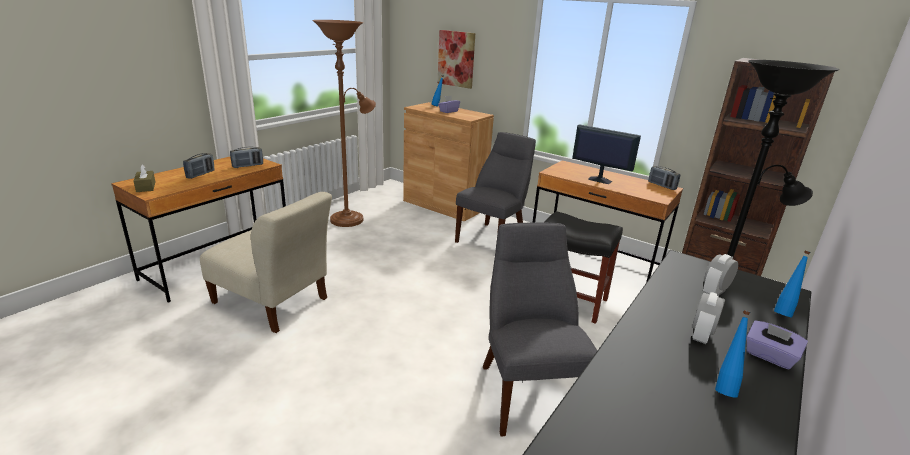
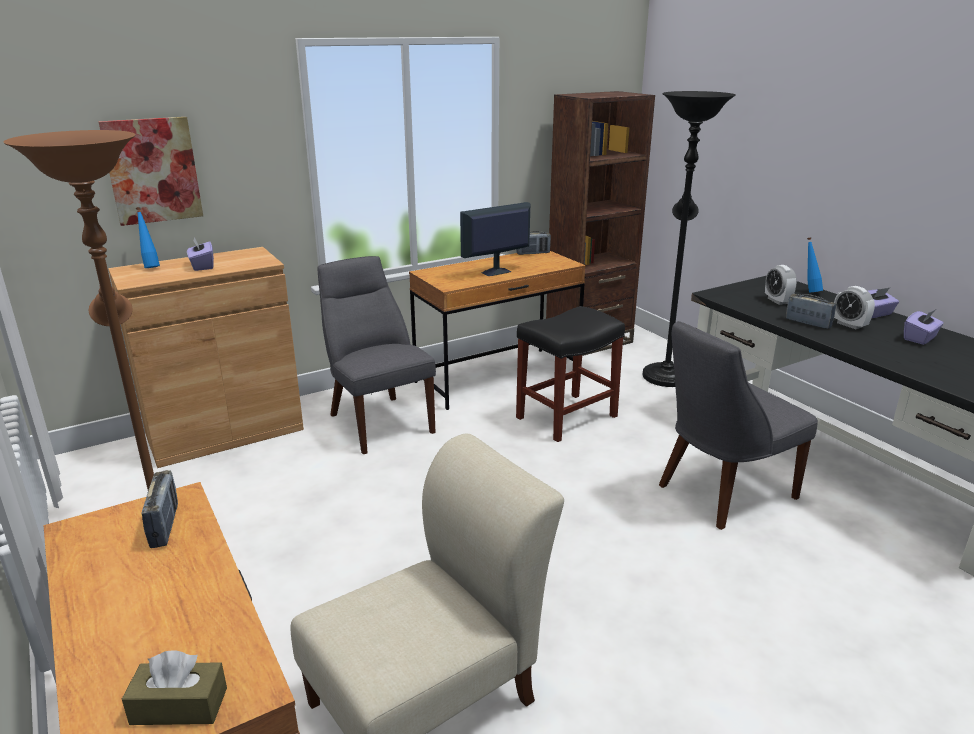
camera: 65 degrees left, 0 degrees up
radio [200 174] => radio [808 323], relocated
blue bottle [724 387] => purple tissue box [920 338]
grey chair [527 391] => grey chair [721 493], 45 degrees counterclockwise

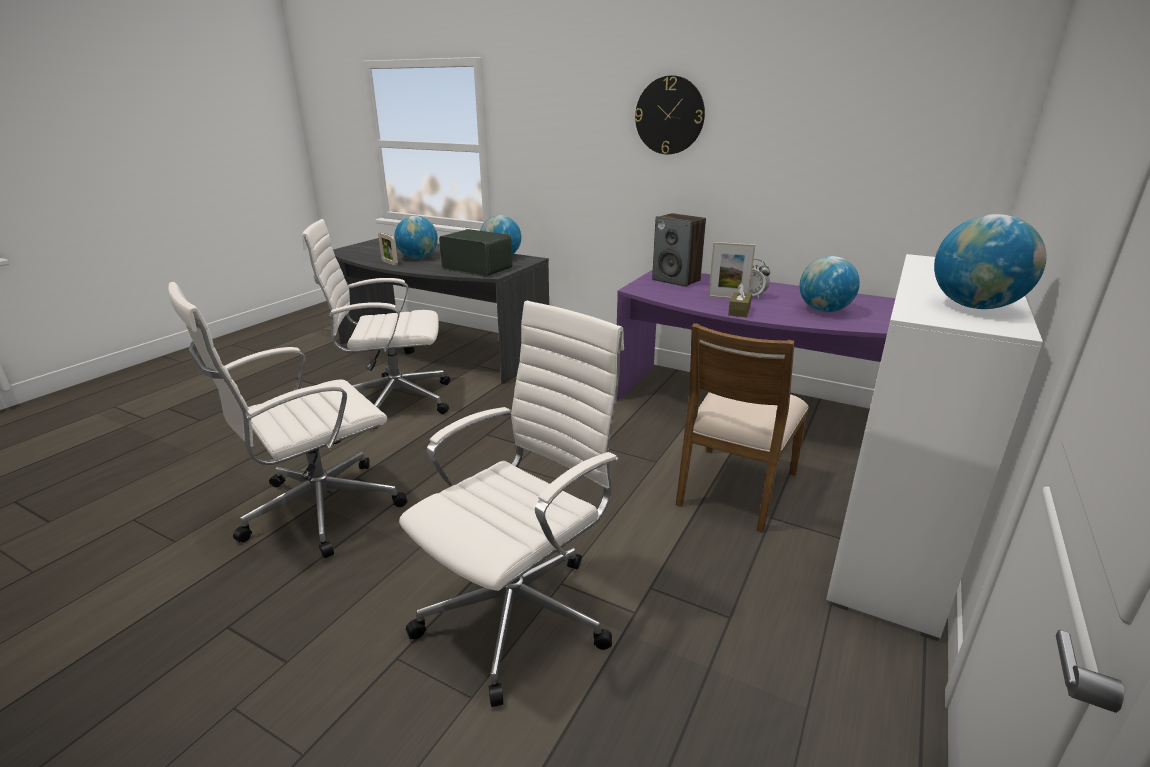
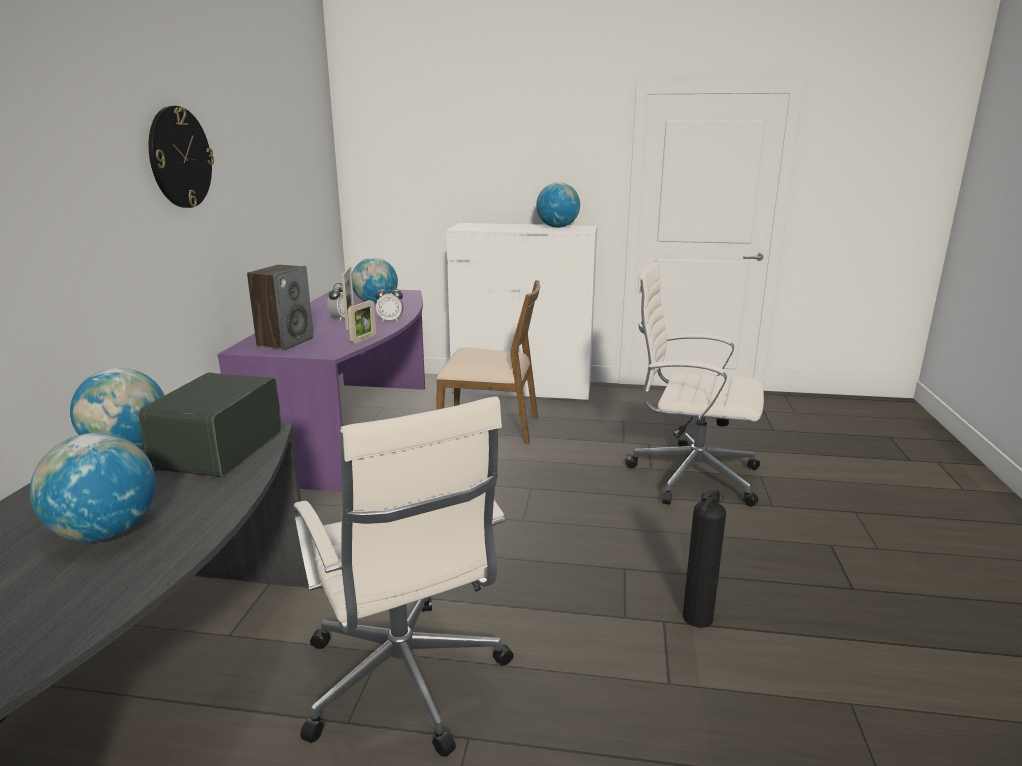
camera: 110 degrees left, 5 degrees down
picture frame [389 263] => picture frame [363 339], relocated
white office chair [317 510] => fire extinguisher [698 617]
brown tissue box [739 311] => alarm clock [390 320]

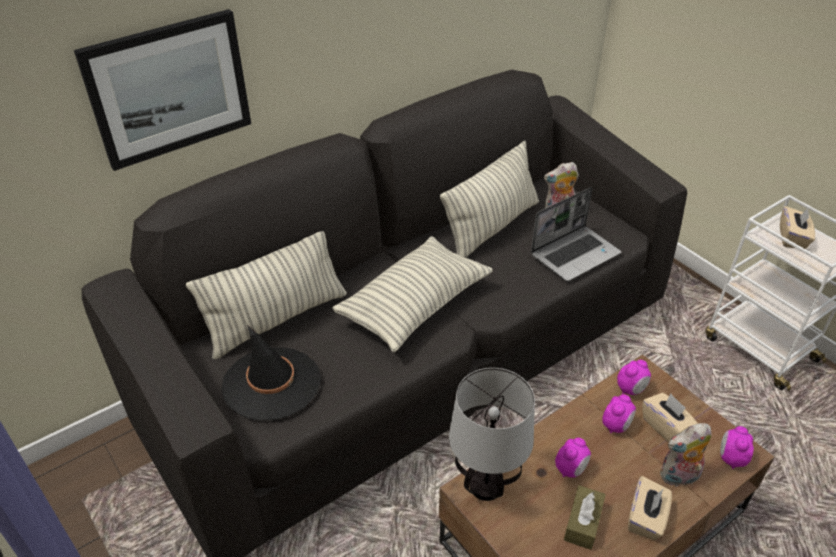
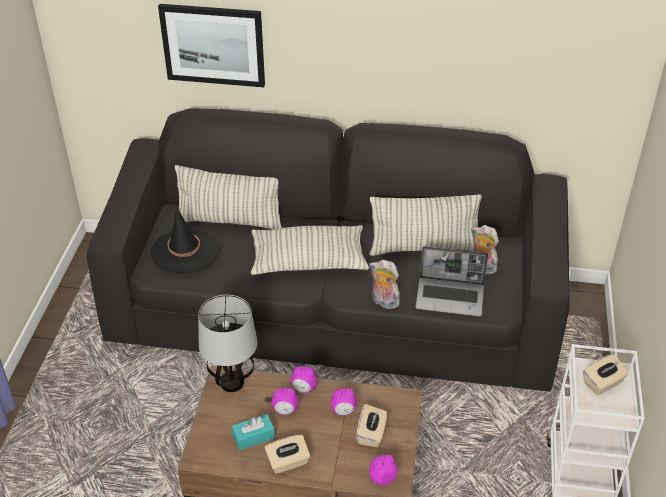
camera: 45 degrees right, 0 degrees up
alarm clock [631 389] => alarm clock [304 388], relocated
plush toy [679 477] => plush toy [383 302], relocated
brown tissue box [583 523] => turquoise tissue box [253 437]

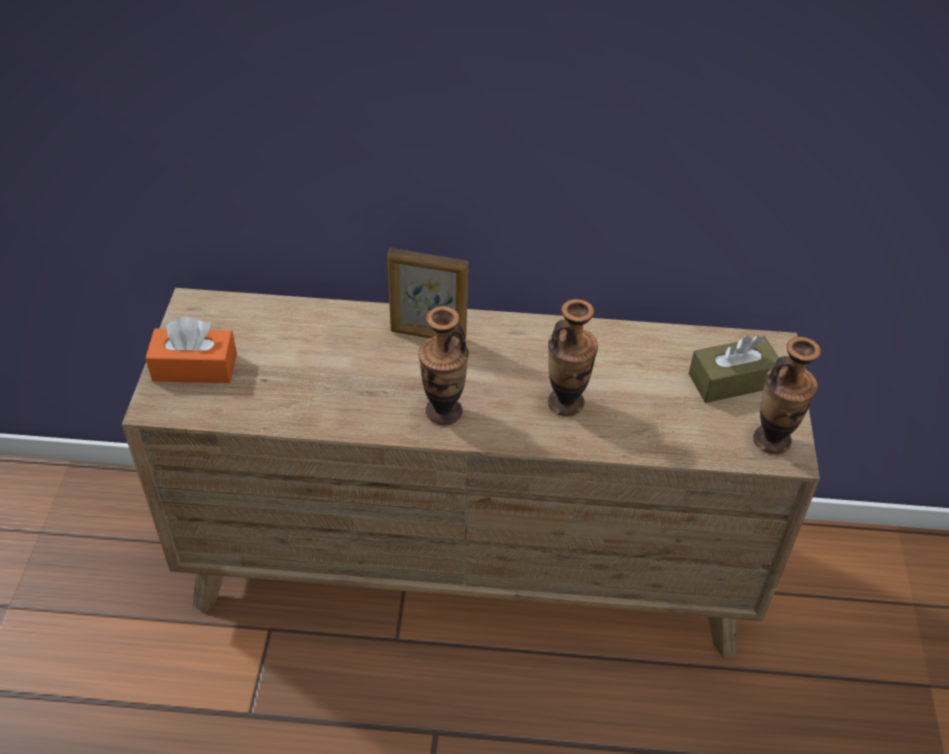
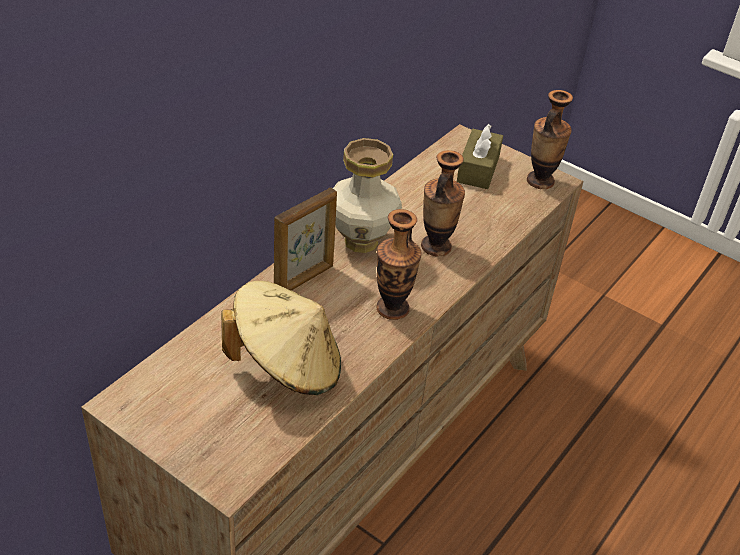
camera: 60 degrees left, 5 degrees down
orange tissue box [195 367] => nothing
nothing => beige hat [287 365]
nothing => vase [362 241]

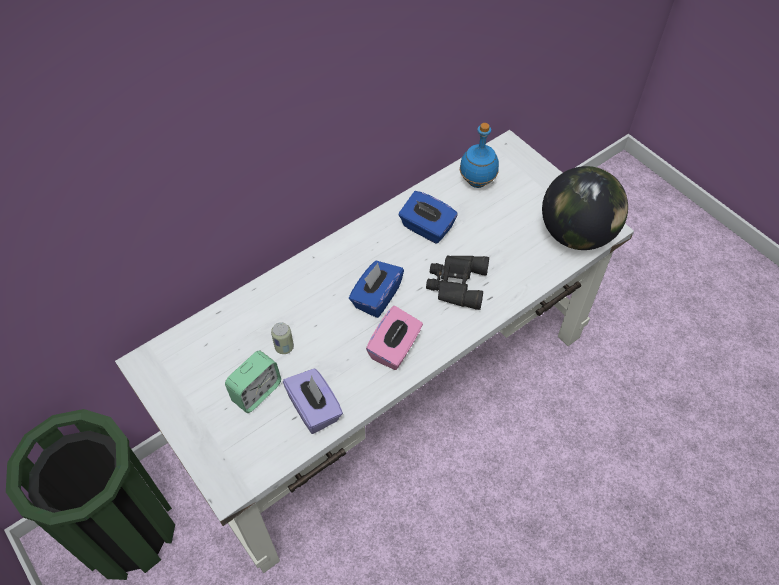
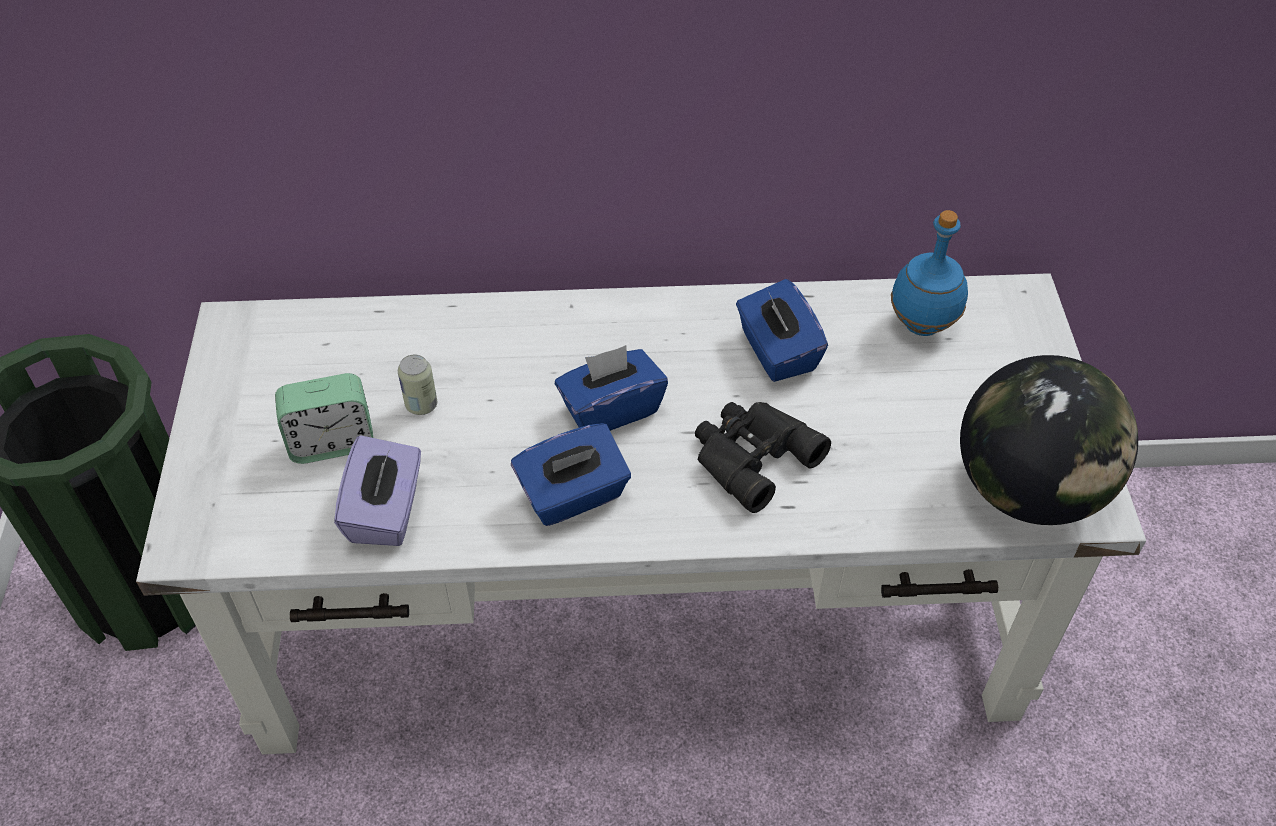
camera: 35 degrees right, 5 degrees down
pink tissue box [395 348] => blue tissue box [573 496]

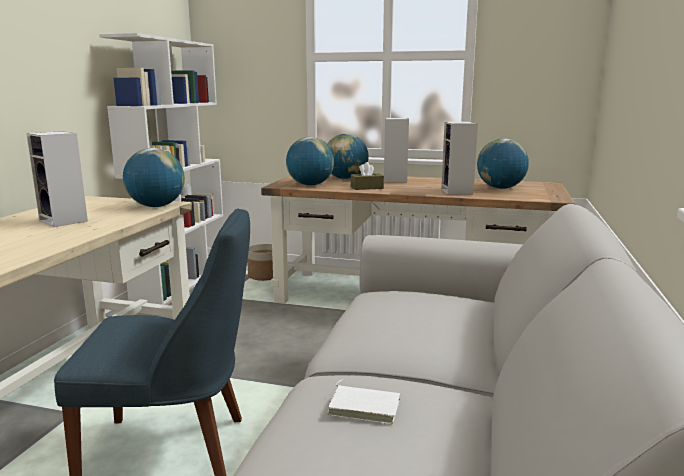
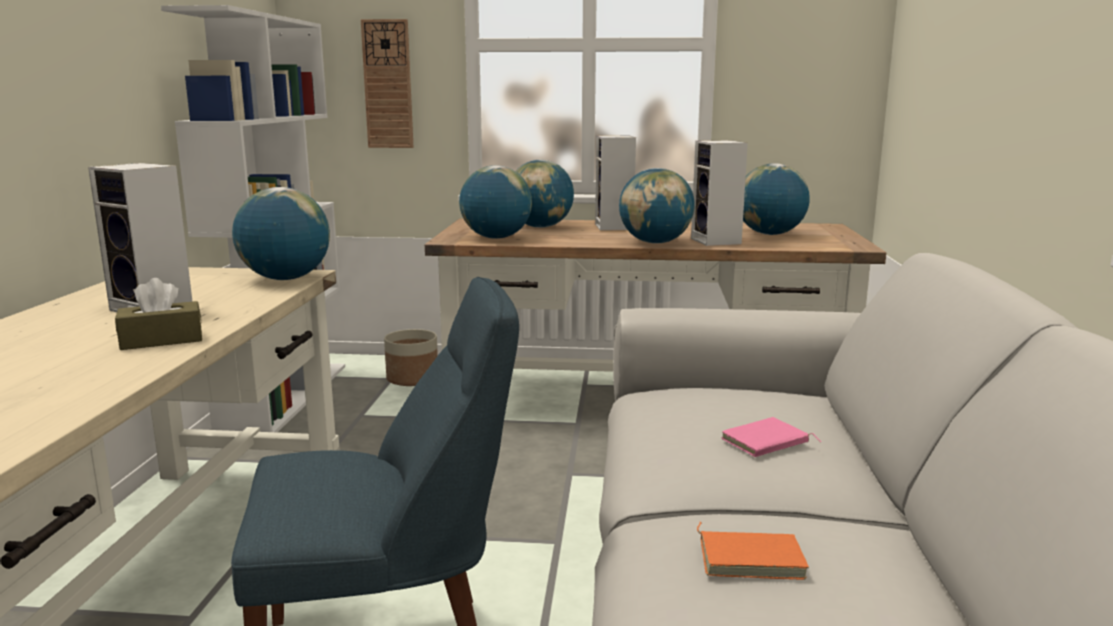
camera: 10 degrees left, 0 degrees up
nothing => wall clock [388 84]
nothing => globe [655 243]
nothing => pink book [766 443]
brown tissue box [367 188] => brown tissue box [162 340], relocated
white book [365 406] => orange book [751 558]

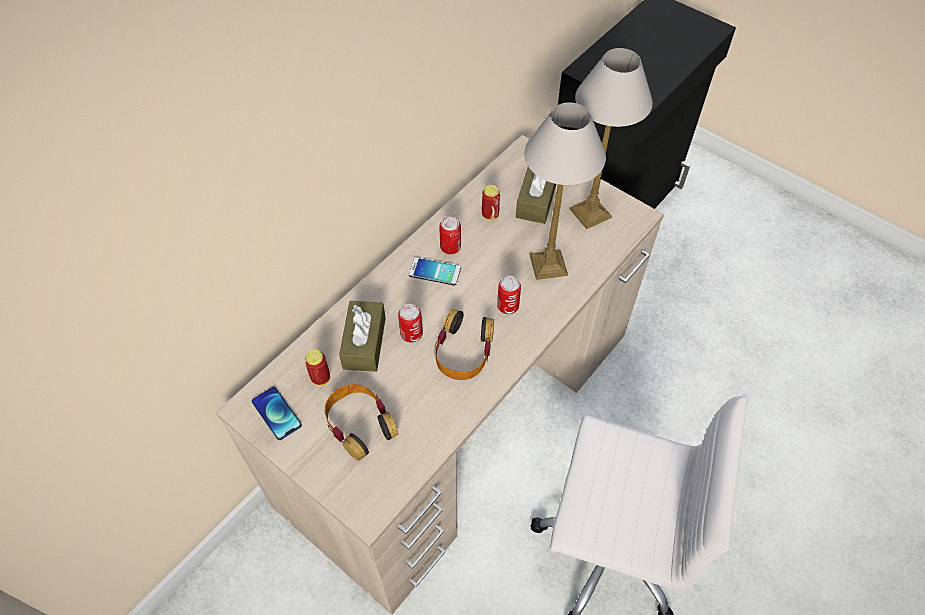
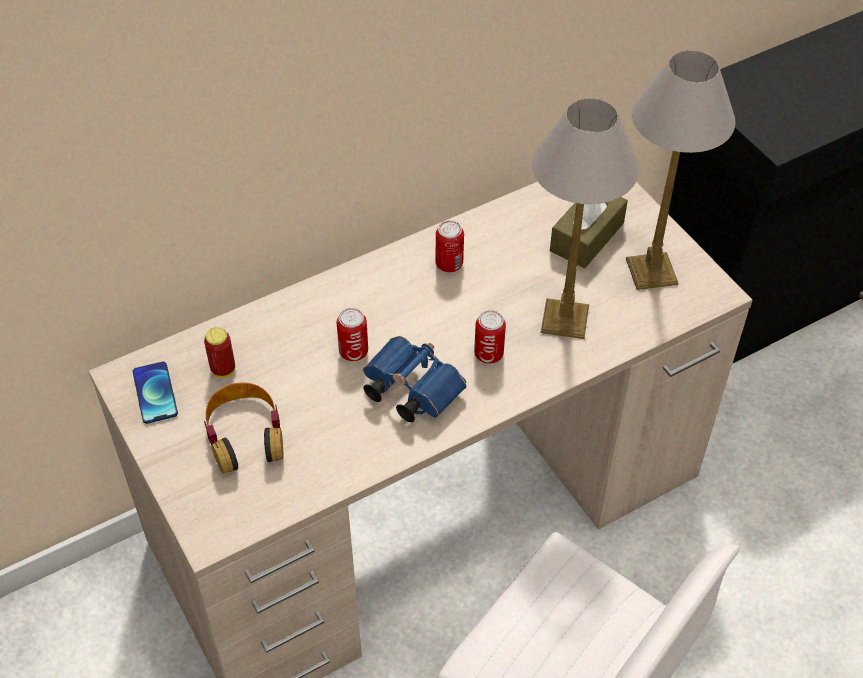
camera: 20 degrees right, 5 degrees down
brown tissue box [364 343] => nothing
phone [435 272] => nothing
can [490 215] => nothing
headphones [463 350] => blue binoculars [409 389]

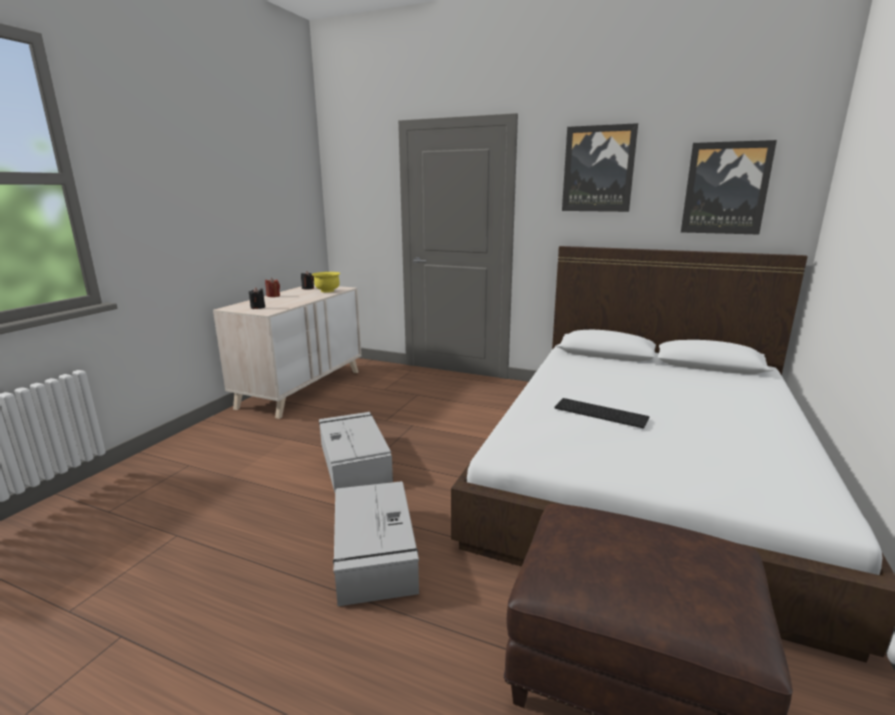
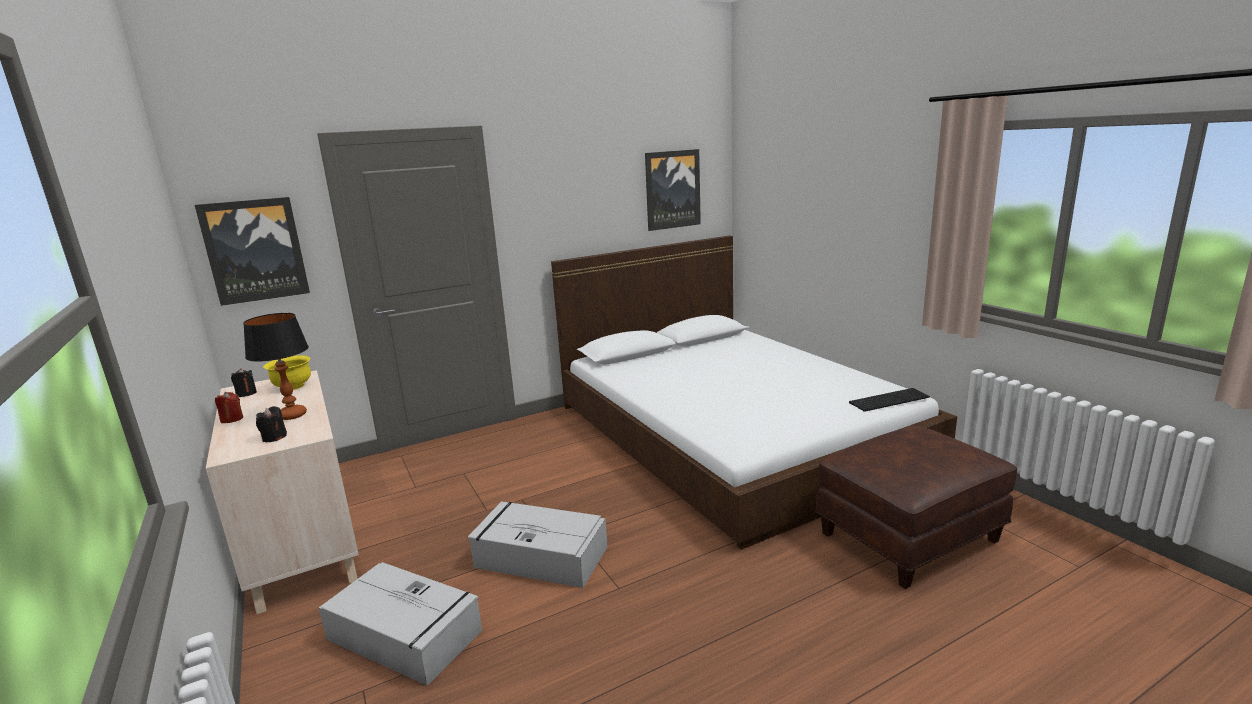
camera: 50 degrees left, 0 degrees up
nothing => table lamp [293 415]
grey storage box [374 553] => grey storage box [406 635], relocated
keyboard [602 412] => keyboard [889 399], relocated
picture [598 169] => picture [255 250], relocated

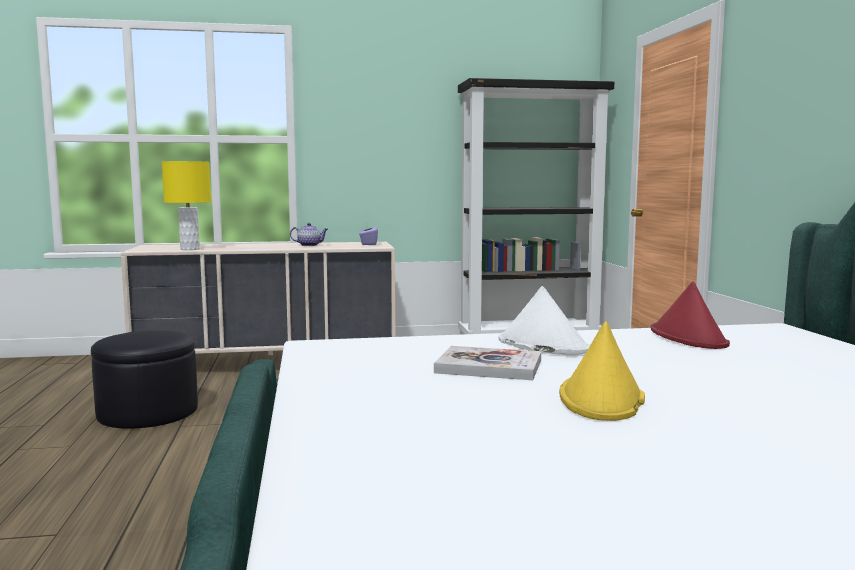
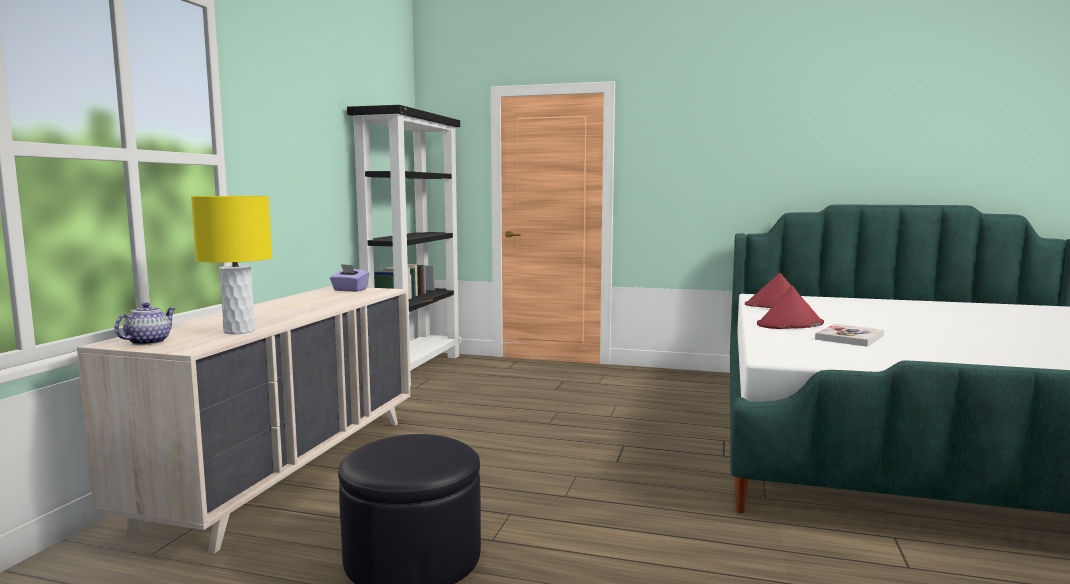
camera: 65 degrees left, 0 degrees up
yellow hat [601 398] => nothing
teapot [310 245] => teapot [149 342], relocated
white hat [542 345] => red hat [790 324]

